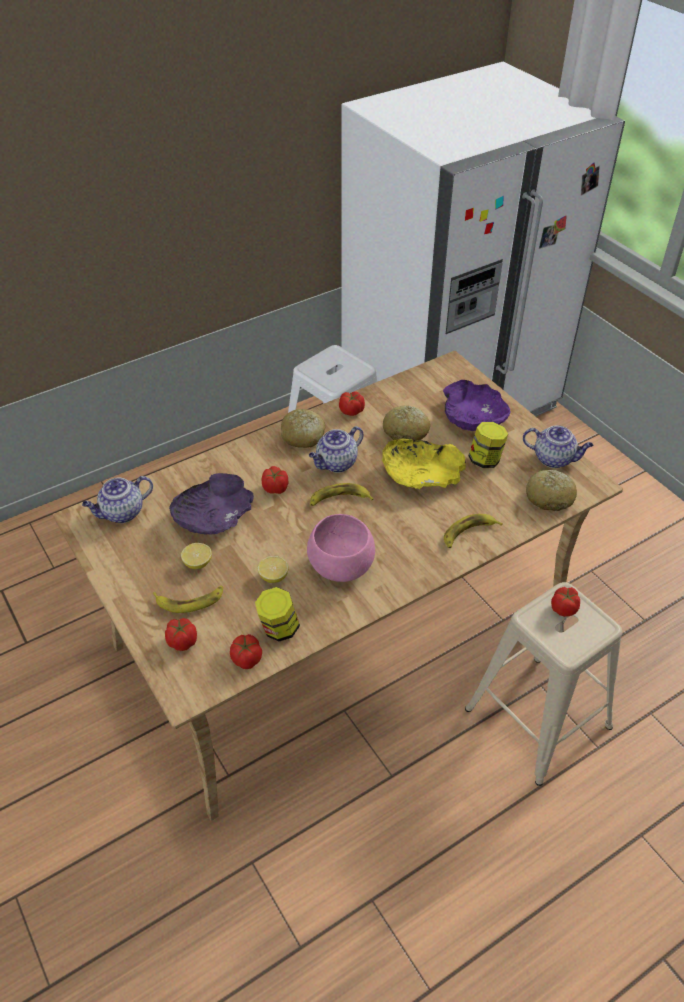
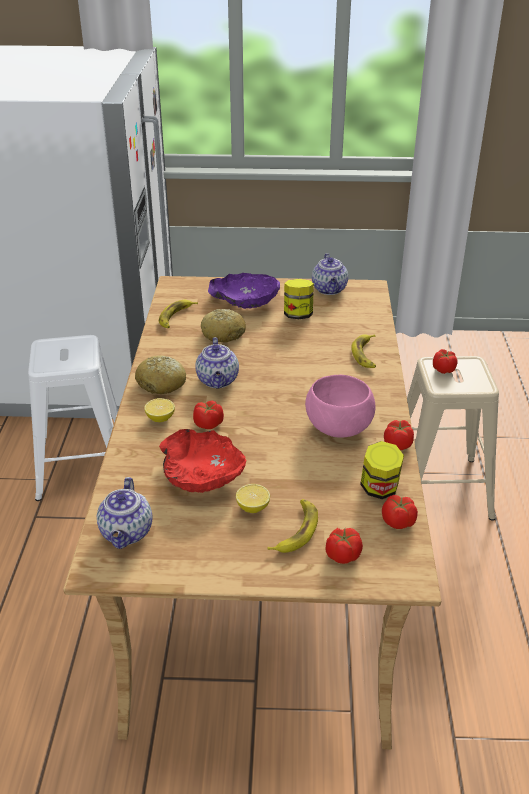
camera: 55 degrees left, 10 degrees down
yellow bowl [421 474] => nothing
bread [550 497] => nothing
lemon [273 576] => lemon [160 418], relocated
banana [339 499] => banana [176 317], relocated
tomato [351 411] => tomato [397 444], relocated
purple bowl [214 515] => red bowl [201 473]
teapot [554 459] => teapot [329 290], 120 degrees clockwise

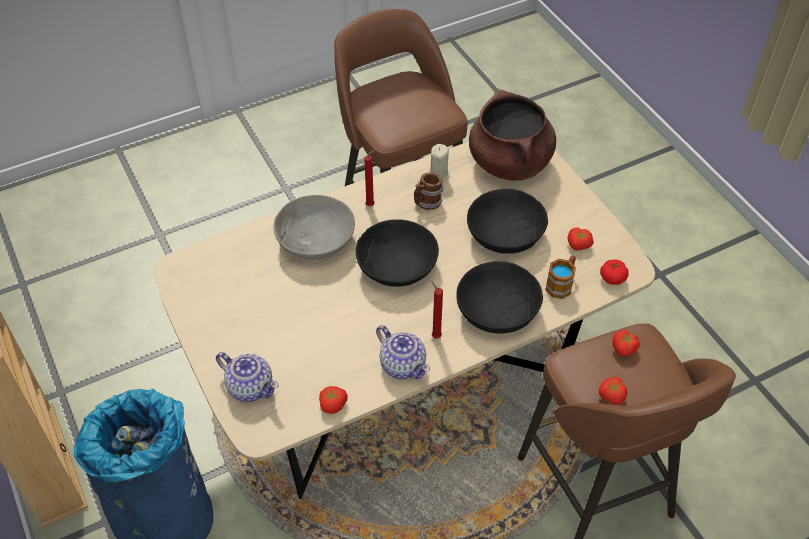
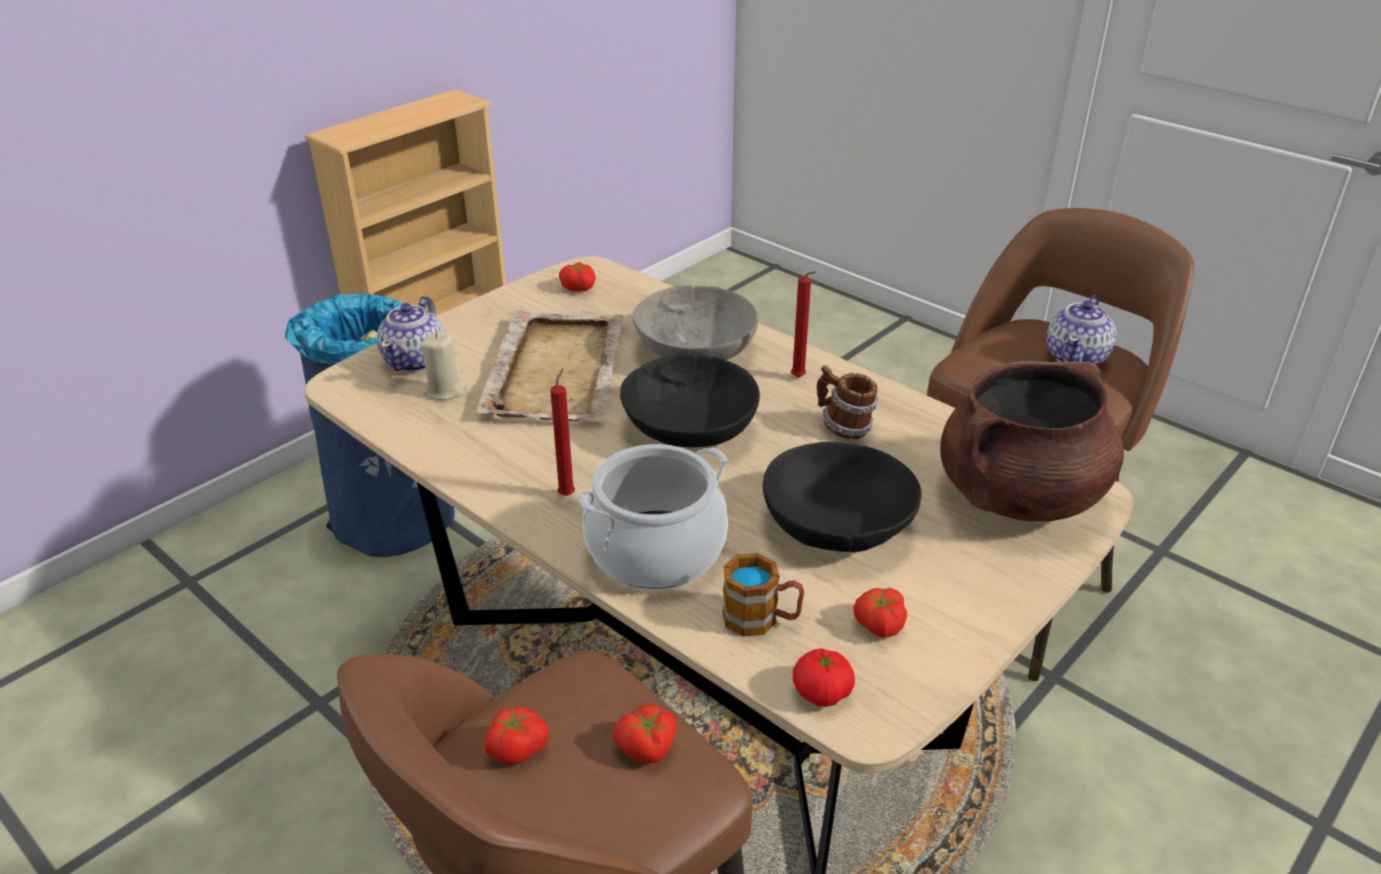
camera: 70 degrees right, 15 degrees down
nothing => beige tray [556 369]
tomato [332 404] => tomato [579 287], relocated
teapot [402 364] => teapot [1077 357], relocated
beige candle [438 175] => beige candle [445 390], relocated
black bowl [497 310] => cooking pot [655 550]

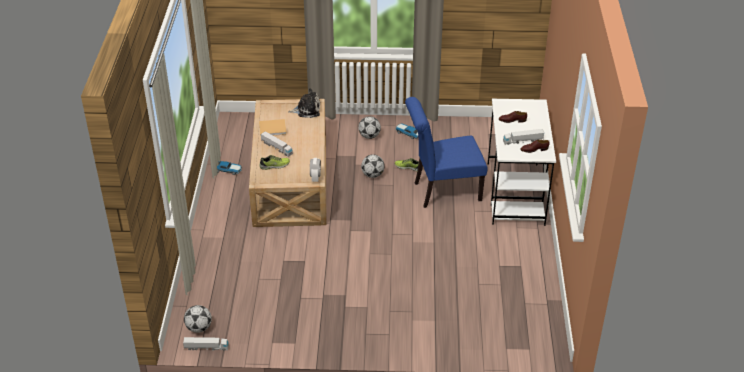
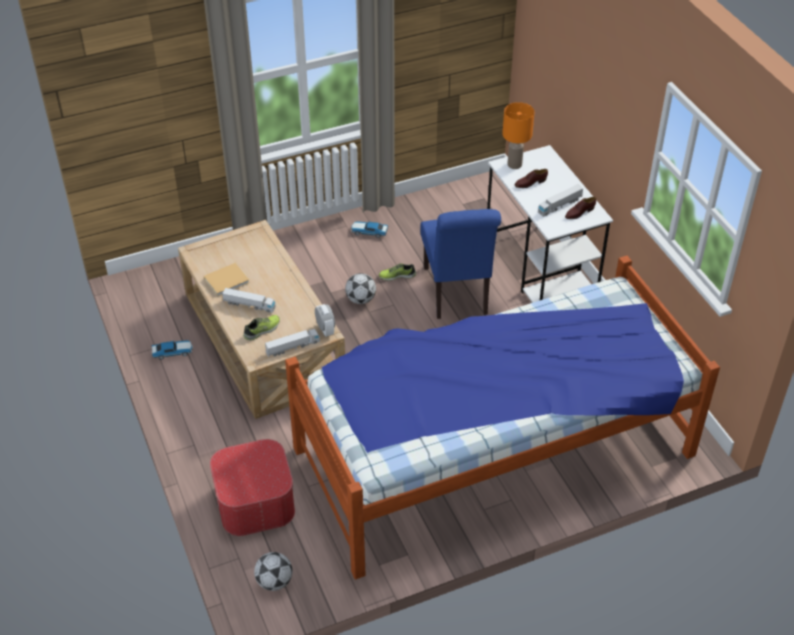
camera: 25 degrees left, 5 degrees up
plush toy [307 110] => nothing
football [369 136] => nothing
nothing => ottoman [255 502]
nothing => bed [492 450]
nothing => orange table lamp [515 165]
toy truck [206 347] => toy truck [292 347], relocated
blue chair [443 191] => blue chair [457 294], 60 degrees counterclockwise

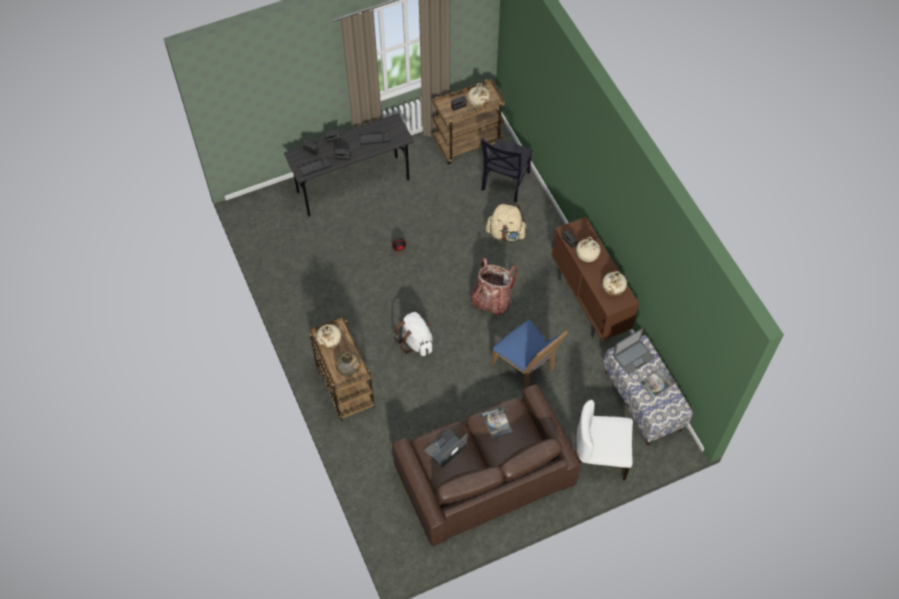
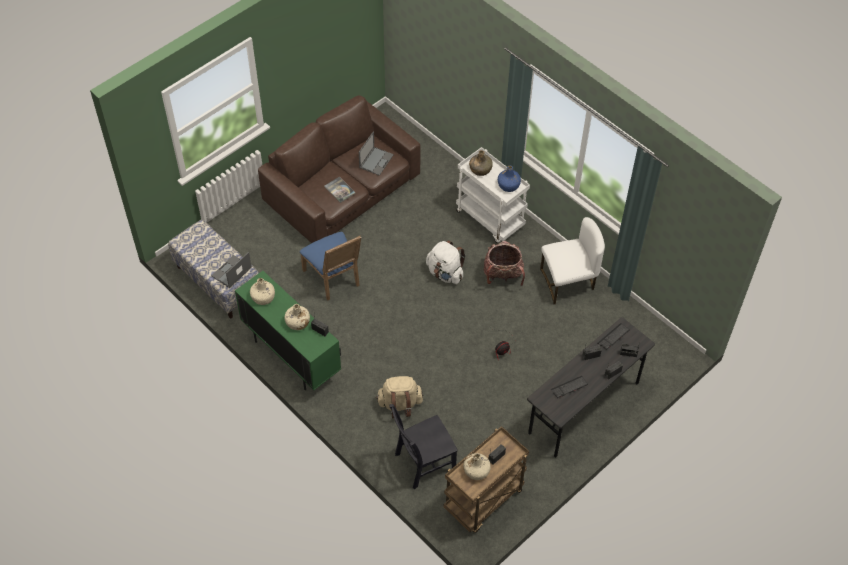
camera: 160 degrees right, 5 degrees down
book [657 383] => nothing
backpack [491 300] => backpack [503 275], relocated
white chair [601 455] => white chair [568 282], relocated
brown cart [344 387] => white cart [490 219]
beige bottle [329 340] => blue bottle [508 185]
brown cabinet [589 303] => green cabinet [291 356]
black chair [504 183] => black chair [422 462], 120 degrees counterclockwise
blue chair [526 368] => blue chair [334 279], 150 degrees counterclockwise

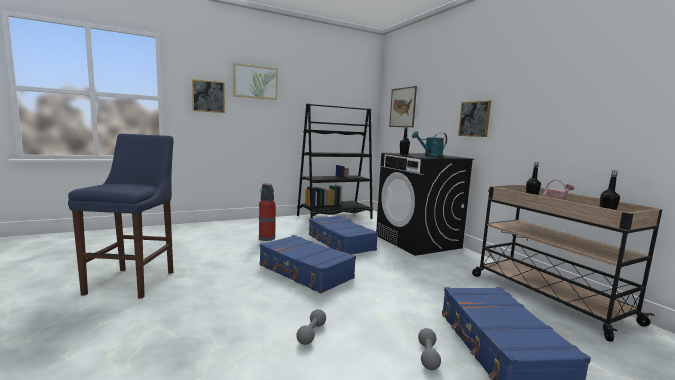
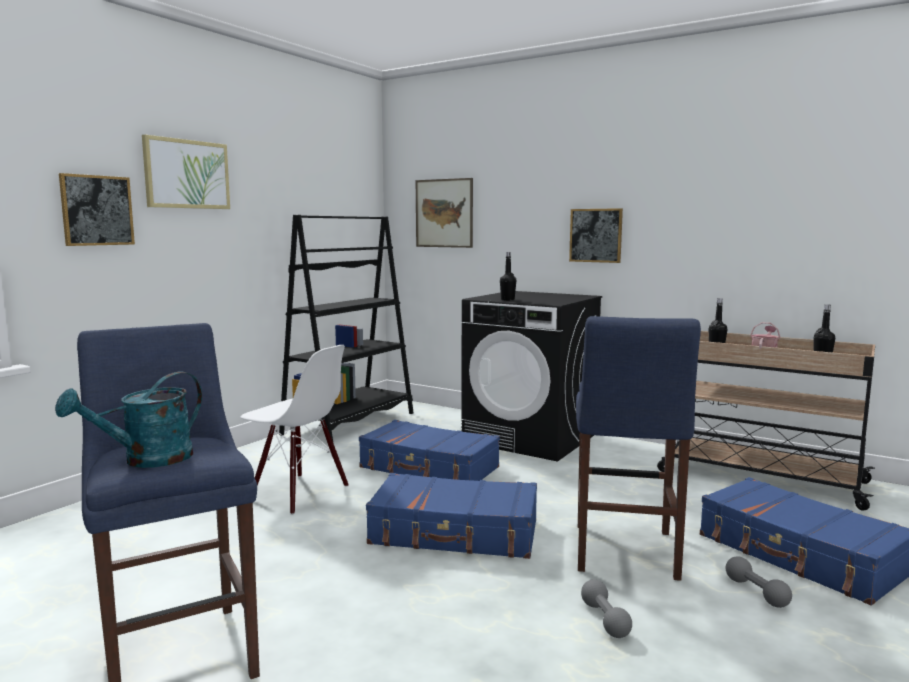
camera: 30 degrees left, 0 degrees up
nothing => blue stool [624 554]
turquoise watering can [430 156] => turquoise watering can [147 460], relocated
fire extinguisher [267 239] => white chair [298 493]

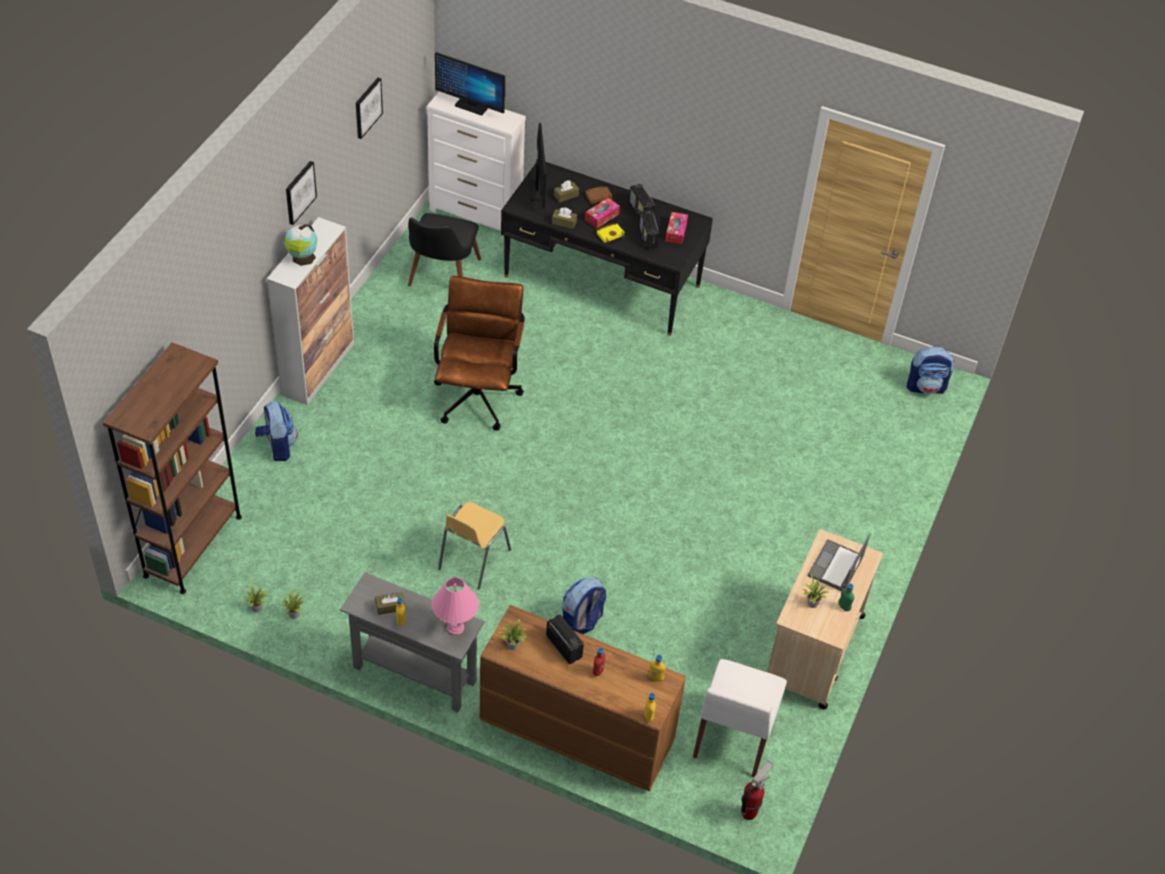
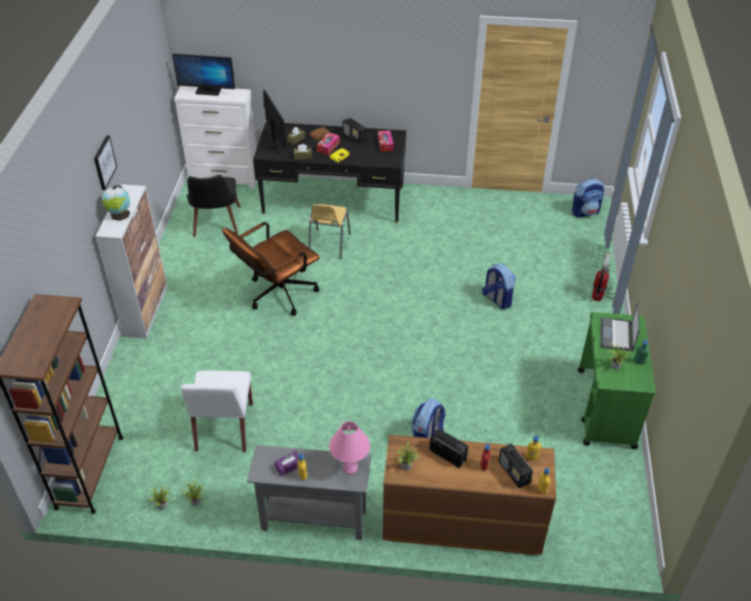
camera: 15 degrees left, 5 degrees down
picture [367 107] => nothing
backpack [278 446] => backpack [497 299], relocated
yellow chair [473 559] => yellow chair [328 245], relocated
radio [648 238] => radio [514 473], relocated
white chair [734 736] => white chair [224 428], relocated
fire extinguisher [749 812] => fire extinguisher [597 297], relocated
brown tissue box [390 606] => purple tissue box [288 466]
beige cart [813 651] => green cart [605 409]
brown office chair [478 393] => brown office chair [276 295], 120 degrees counterclockwise

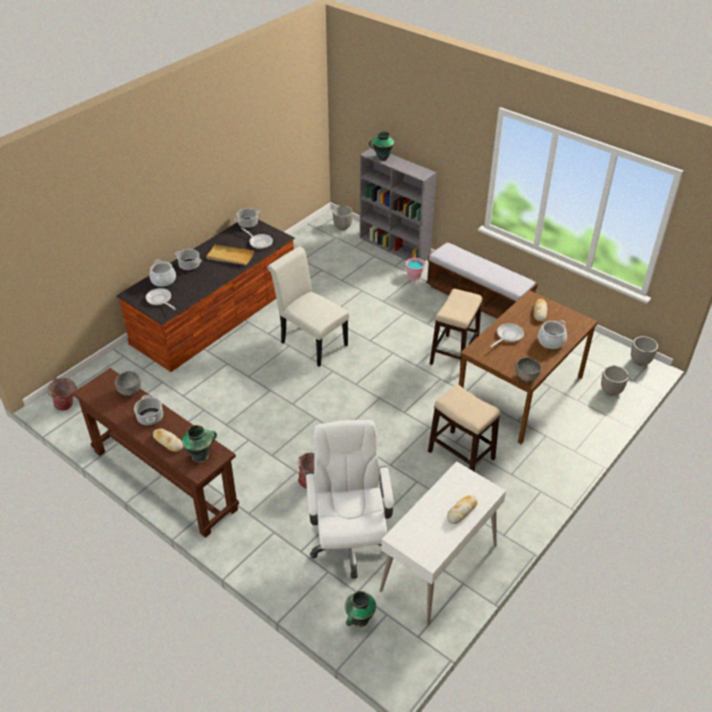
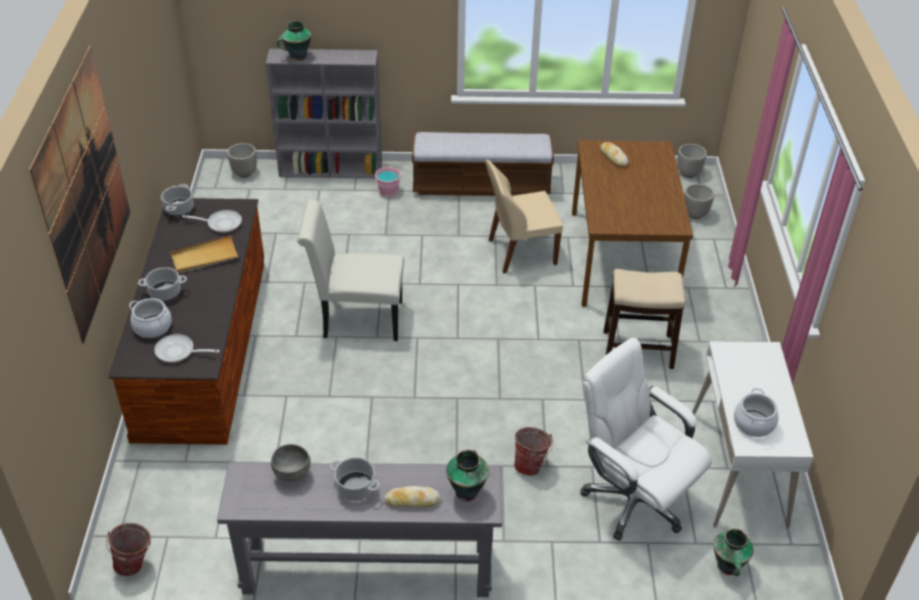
camera: 40 degrees left, 0 degrees up
bread [462 511] => nothing
frying pan [508 336] => nothing
grey bowl [526 377] => nothing
nothing => picture [85 193]
cooking pot [551 341] => cooking pot [753 424], relocated
stool [454 353] => beige chair [520 252]
brown console table [164 479] => grey console table [367 568]

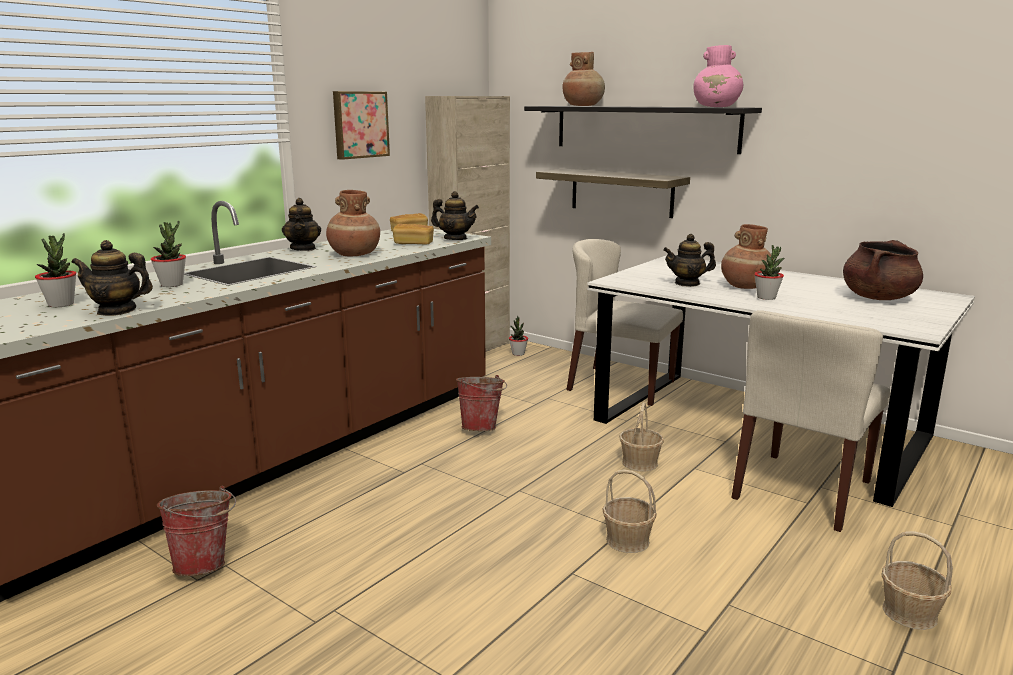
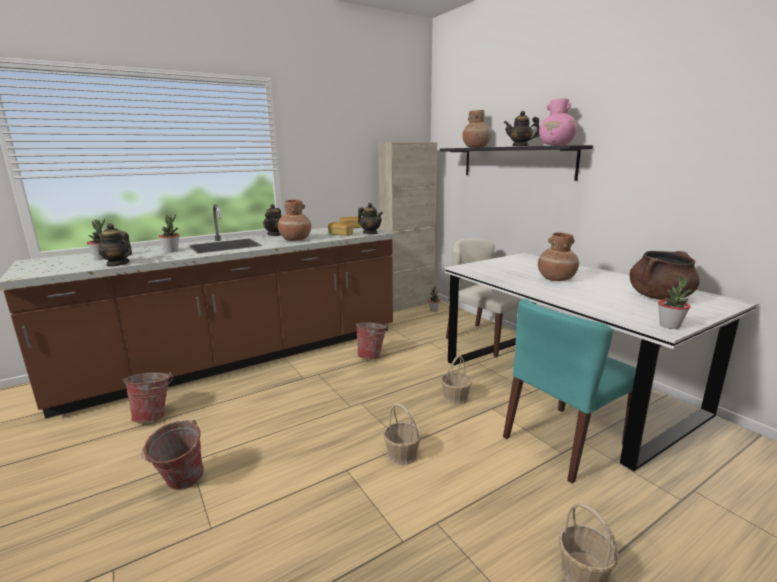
camera: 20 degrees right, 0 degrees up
picture [359 124] => nothing
shelf [621 192] => nothing
nothing => bucket [180 484]
teapot [687 283] => teapot [520 146], relocated
potted plant [766 297] => potted plant [669 326], relocated
beige chair [803 490] => turquoise chair [565 441]

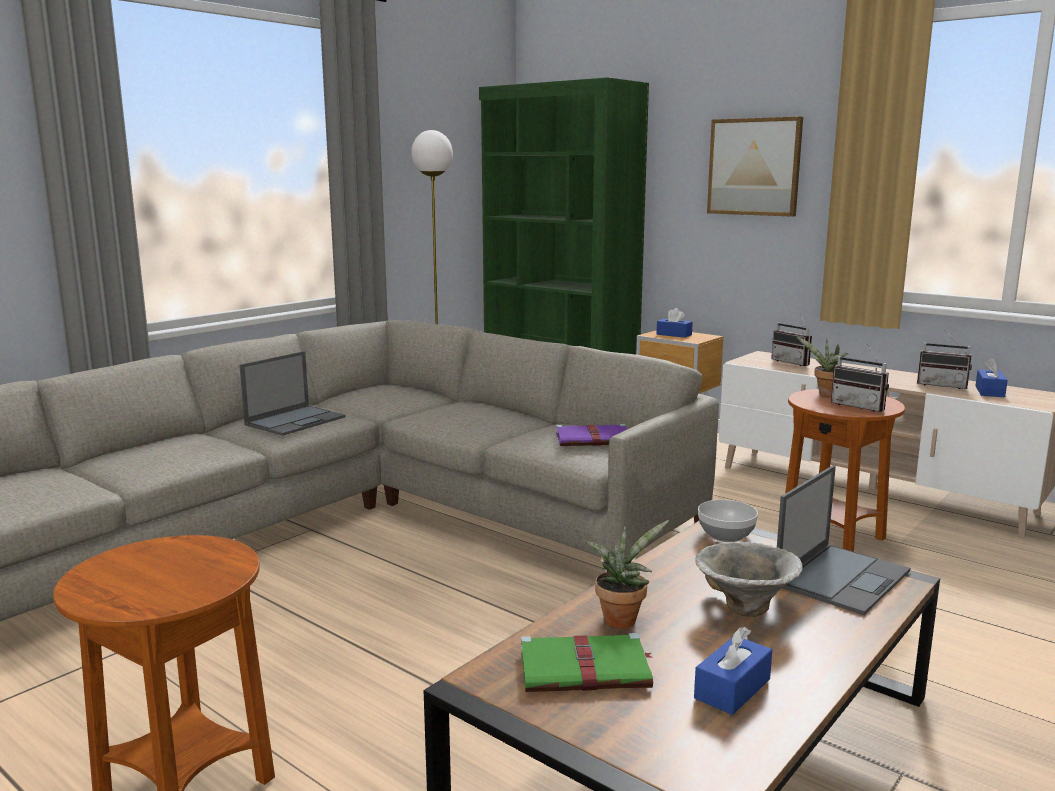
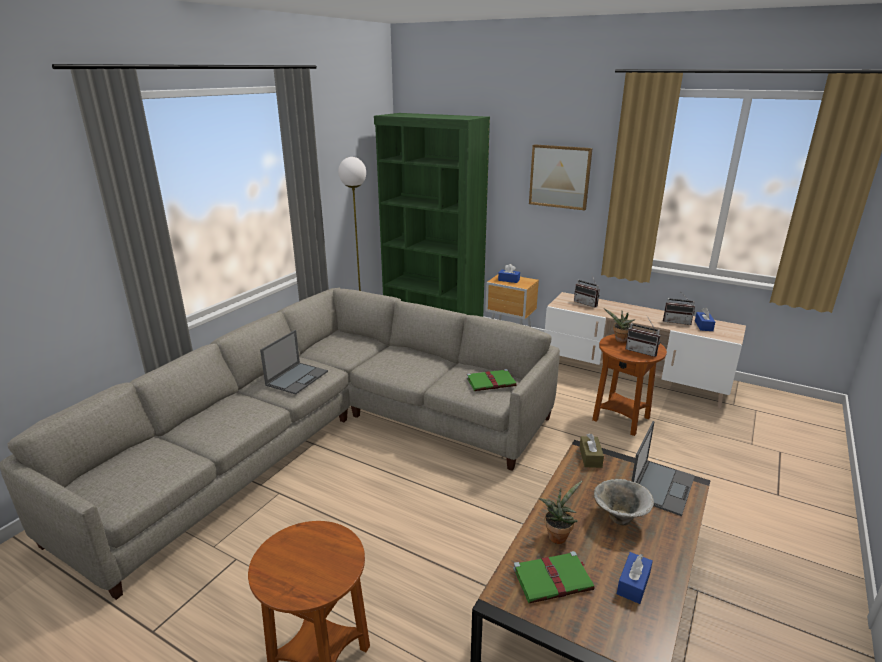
camera: 10 degrees left, 10 degrees up
bowl [726 535] => brown tissue box [590 457]
purple book [594 439] => green book [491 382]

